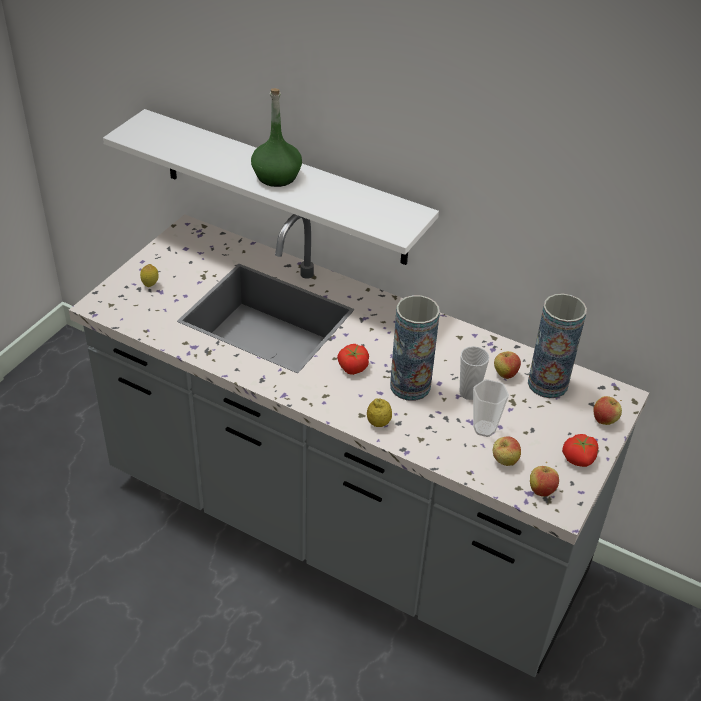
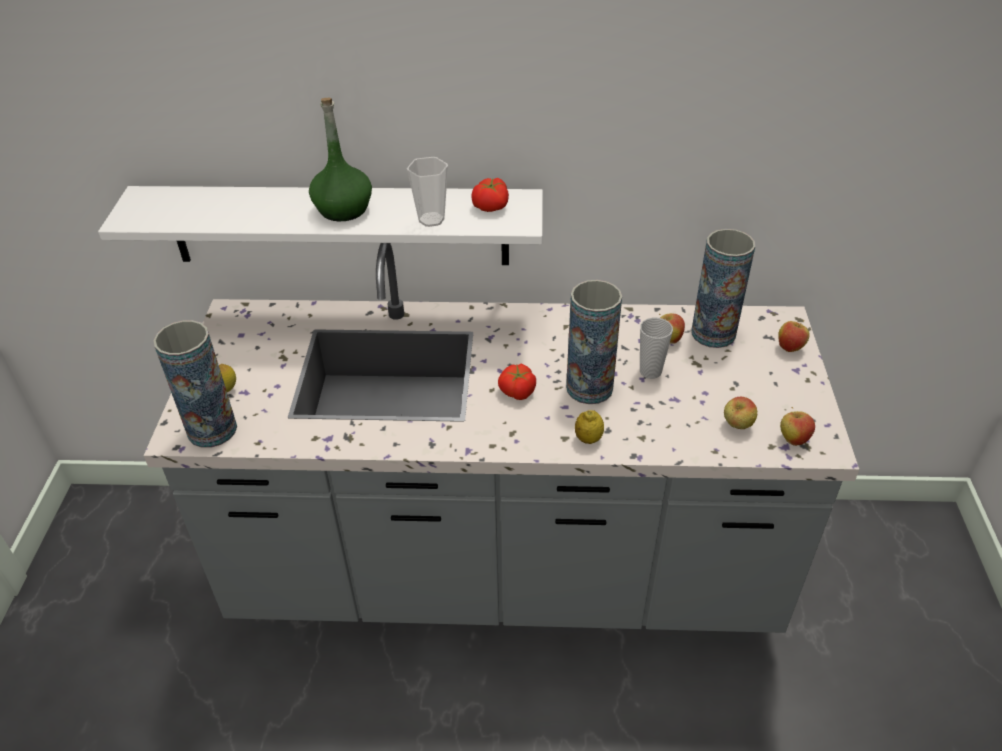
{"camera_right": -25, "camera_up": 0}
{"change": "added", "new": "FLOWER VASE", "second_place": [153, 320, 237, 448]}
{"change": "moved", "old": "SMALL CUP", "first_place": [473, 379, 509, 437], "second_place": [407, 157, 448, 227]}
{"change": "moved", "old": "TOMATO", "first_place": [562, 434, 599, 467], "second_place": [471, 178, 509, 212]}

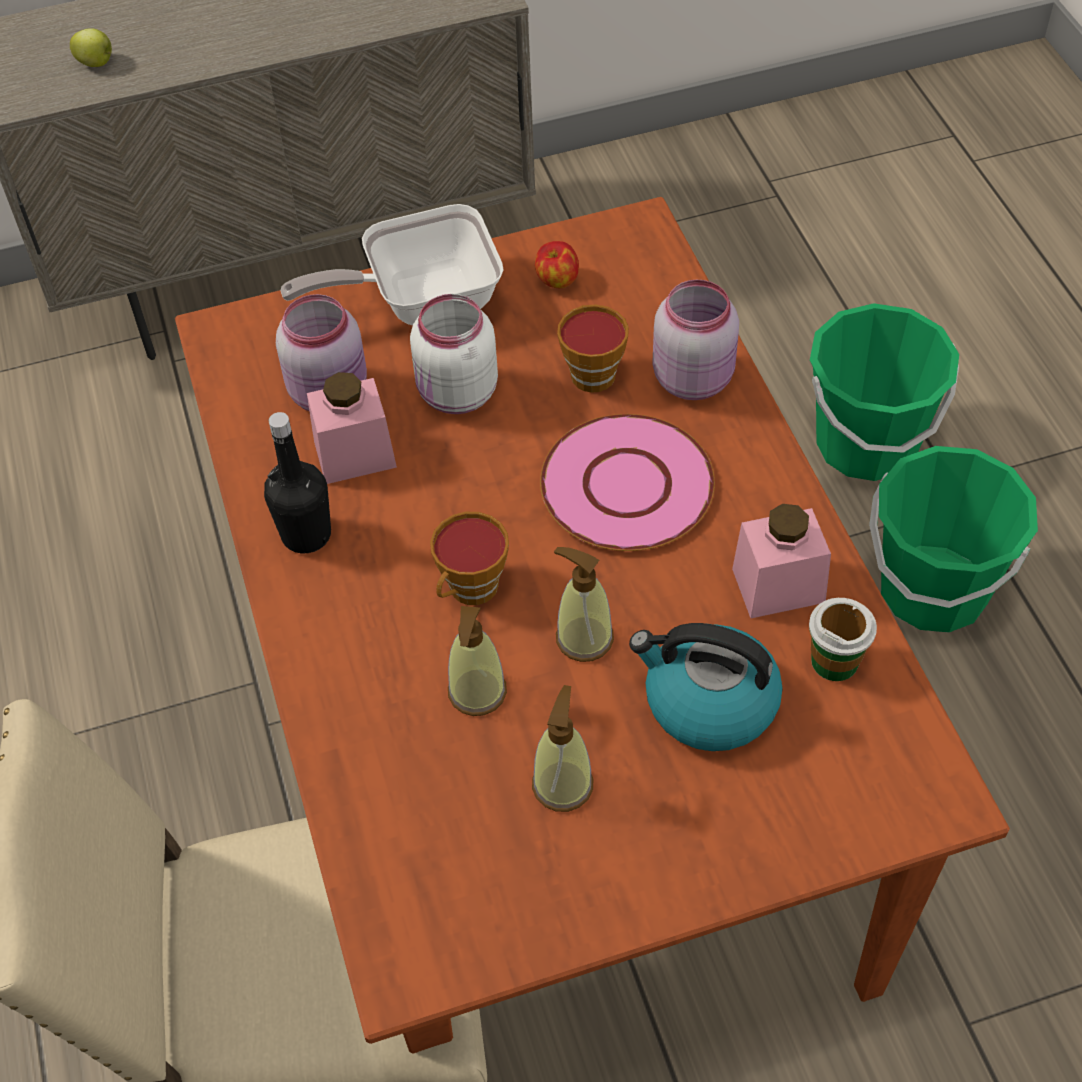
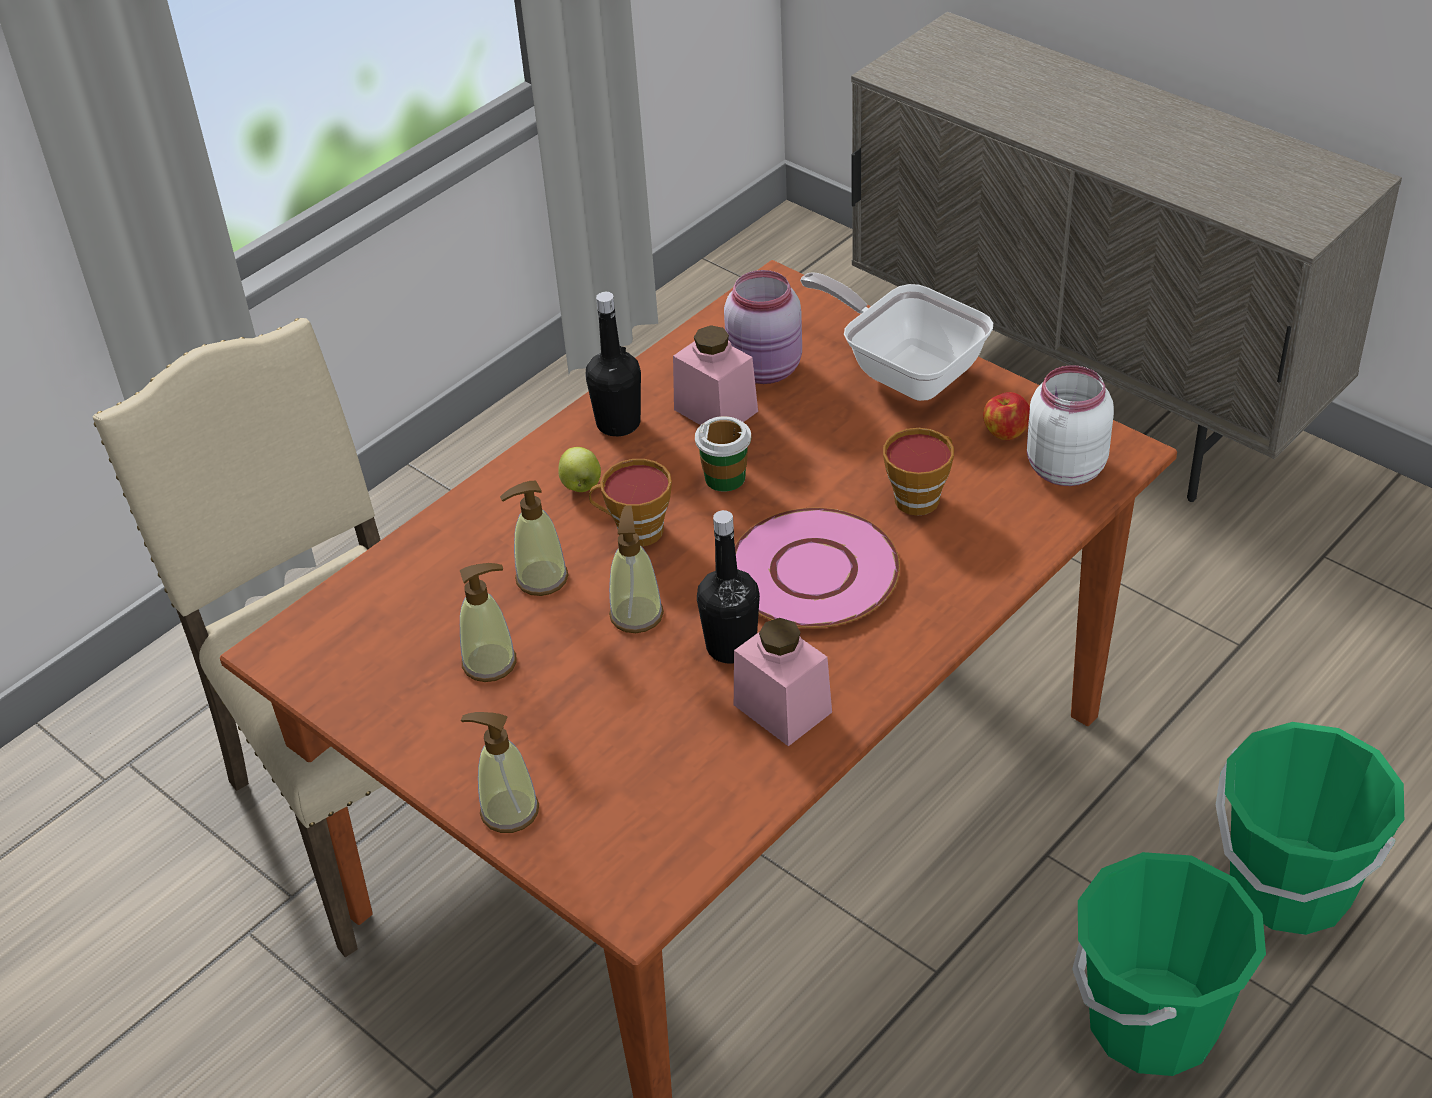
{"camera_right": 60, "camera_up": -10}
{"change": "added", "new": "LIQUID SOAP BOTTLE", "second_place": [461, 712, 539, 833]}
{"change": "moved", "old": "APPLE", "first_place": [70, 28, 112, 67], "second_place": [558, 447, 601, 492]}
{"change": "moved", "old": "SMALL CUP", "first_place": [809, 598, 877, 681], "second_place": [695, 416, 751, 492]}
{"change": "added", "new": "BLACK DRINK BOTTLE", "second_place": [697, 510, 760, 664]}
{"change": "moved", "old": "WHITISH PRESERVE JAR", "first_place": [410, 294, 498, 414], "second_place": [1027, 365, 1114, 486]}
{"change": "removed", "old": "TEA KETTLE", "first_place": [629, 623, 782, 751]}
{"change": "removed", "old": "PINK-COLOURED PRESERVE JAR", "first_place": [652, 280, 739, 400]}

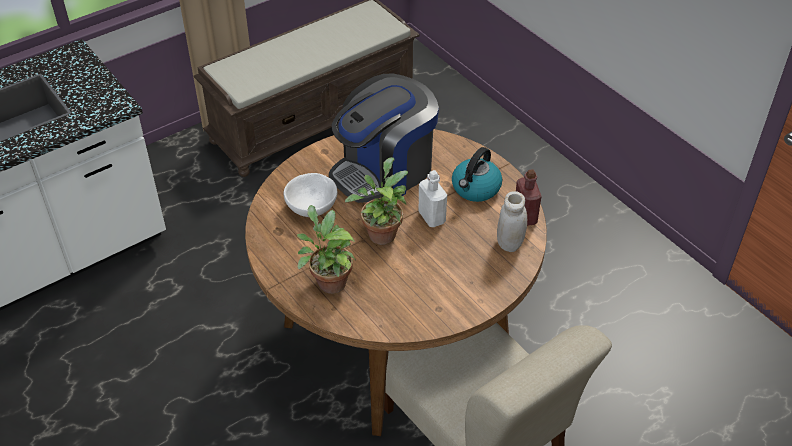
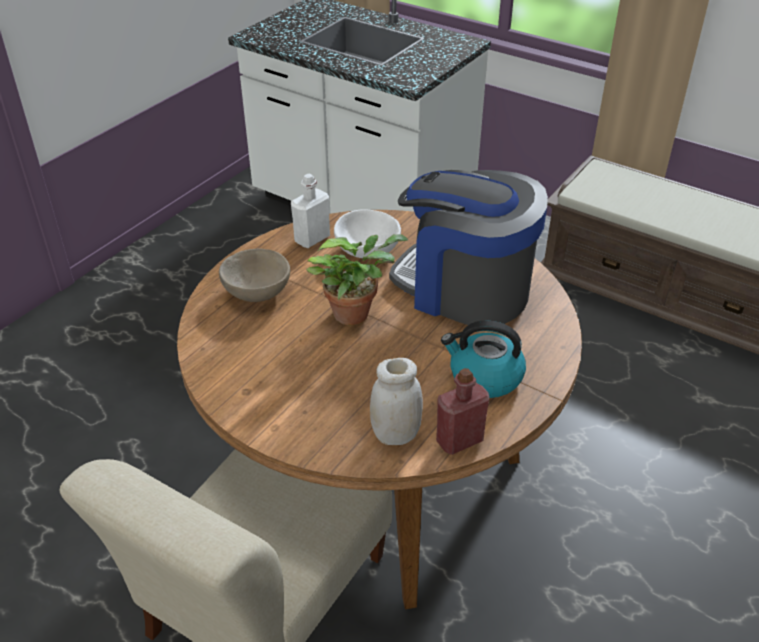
{"camera_right": 70, "camera_up": -5}
{"change": "replaced", "old": "PLANT IN A POT", "new": "BEIGE-COLOURED SERVING BOWL", "first_place": [297, 205, 356, 294], "second_place": [219, 248, 290, 302]}
{"change": "moved", "old": "WHITISH DRINK BOTTLE", "first_place": [418, 170, 447, 227], "second_place": [291, 174, 330, 248]}

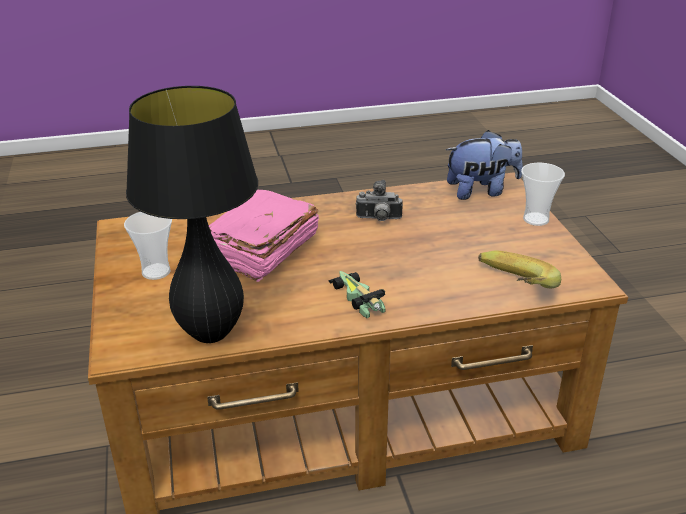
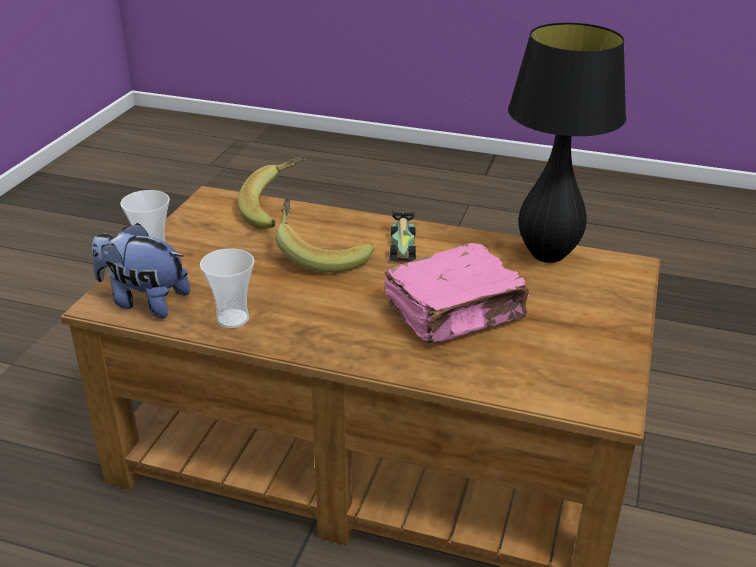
{"camera_right": -150, "camera_up": 0}
{"change": "moved", "old": "SMALL CUP", "first_place": [124, 212, 172, 280], "second_place": [200, 248, 255, 328]}
{"change": "added", "new": "WHOLE BANANA", "second_place": [275, 198, 374, 273]}
{"change": "removed", "old": "PHOTO CAMERA", "first_place": [356, 180, 403, 221]}

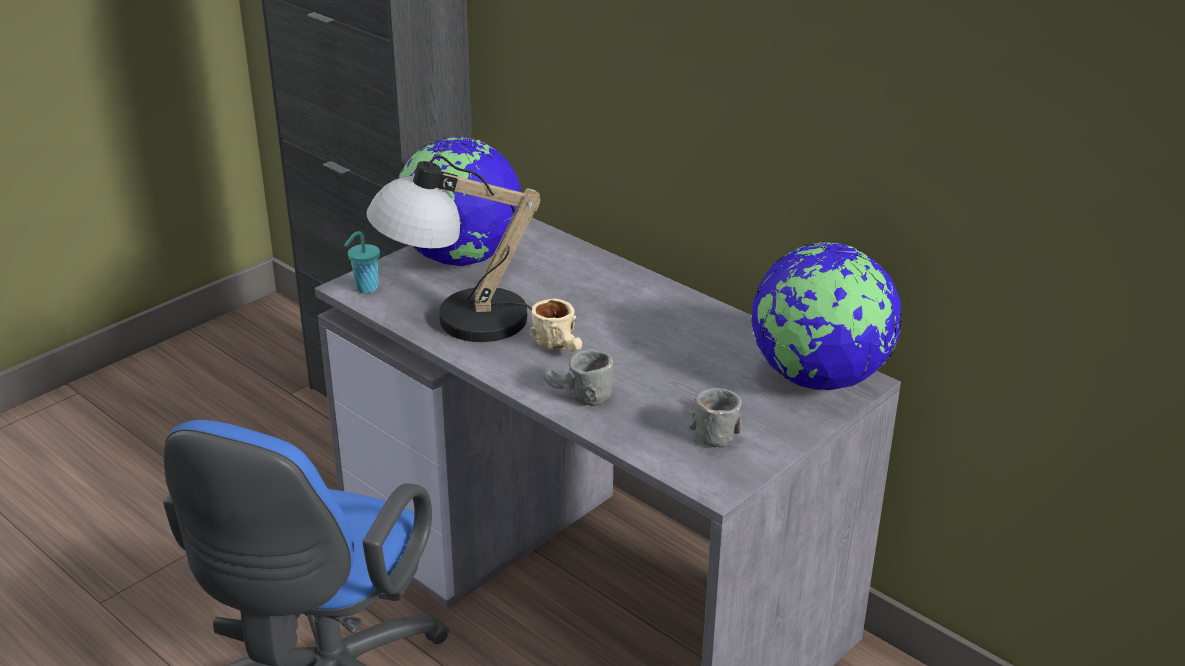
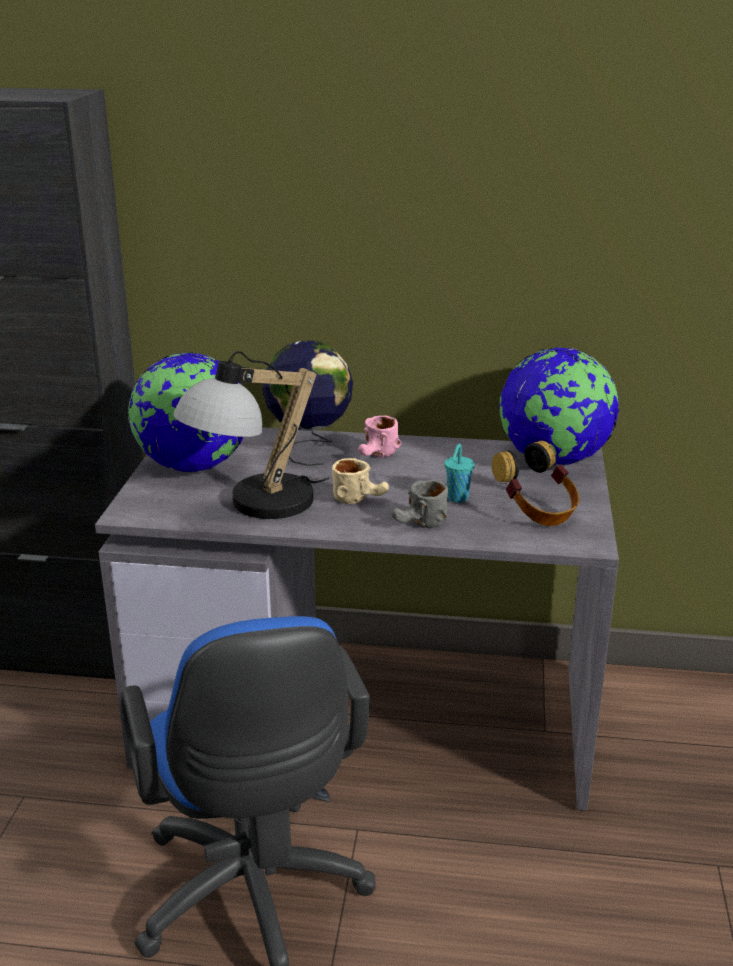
{"camera_right": -35, "camera_up": -5}
{"change": "added", "new": "GLOBE", "second_place": [262, 341, 353, 466]}
{"change": "added", "new": "PINK-COLOURED MUG", "second_place": [358, 415, 402, 458]}
{"change": "moved", "old": "BLUE-GREEN SMALL CUP", "first_place": [344, 231, 380, 293], "second_place": [444, 444, 475, 503]}
{"change": "replaced", "old": "GRAY MUG", "new": "HEADPHONES", "first_place": [690, 388, 742, 447], "second_place": [492, 441, 579, 526]}

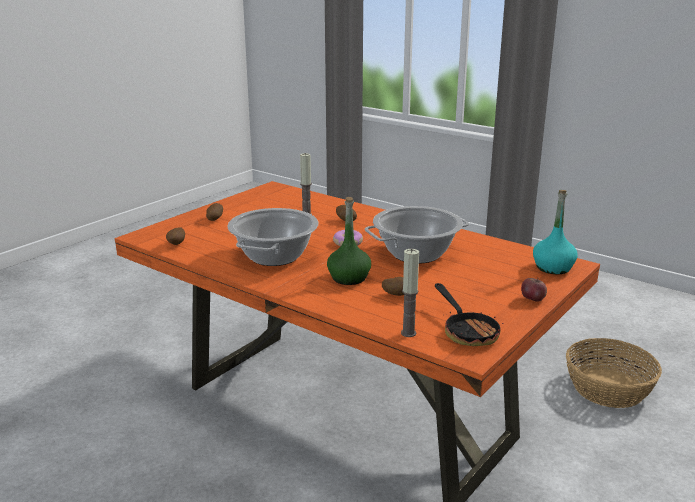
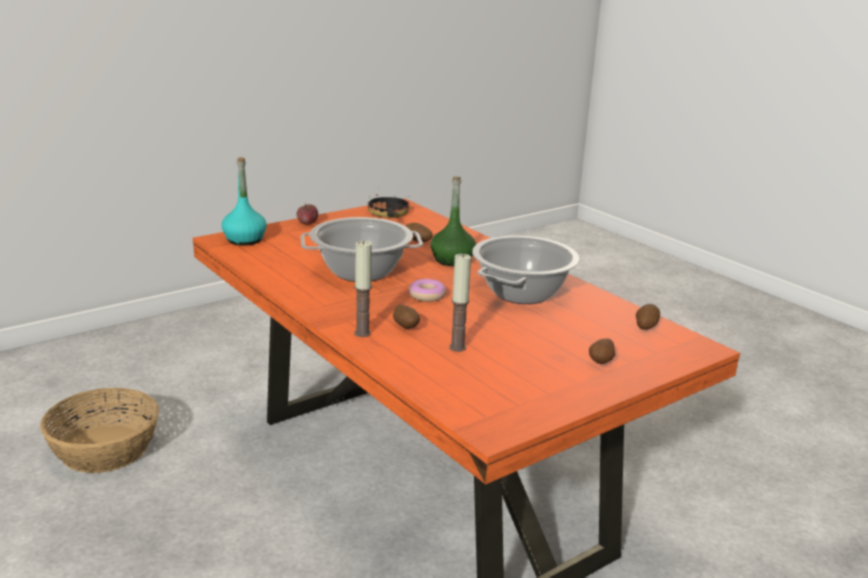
{"camera_right": -165, "camera_up": 0}
{"change": "moved", "old": "WAX CANDLE", "first_place": [401, 249, 419, 337], "second_place": [354, 240, 372, 337]}

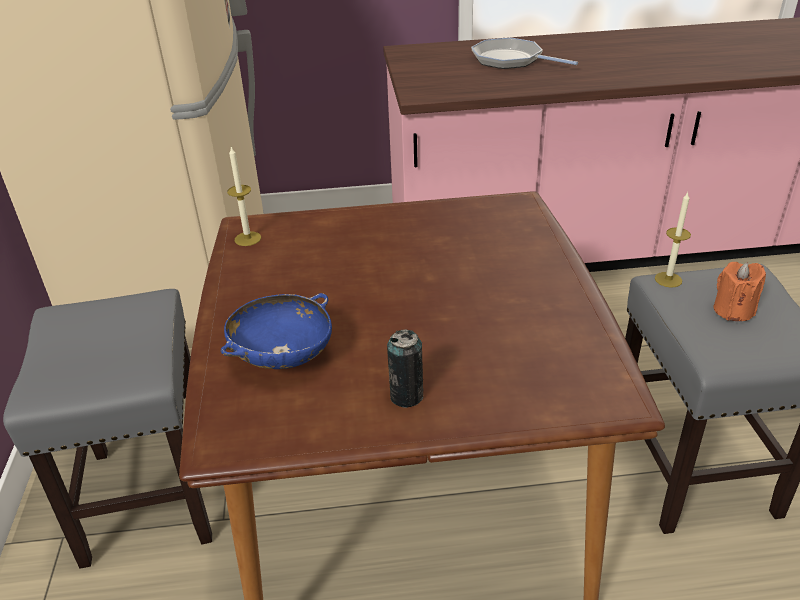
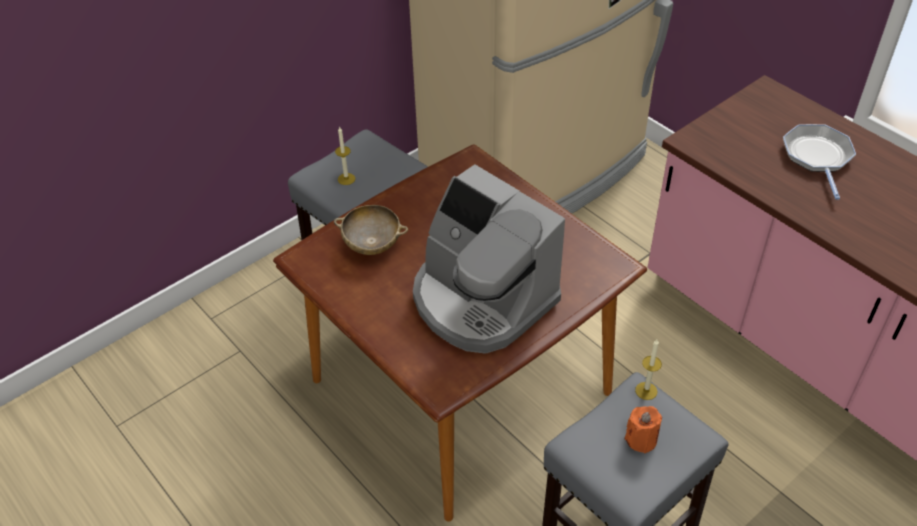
{"camera_right": 55, "camera_up": 10}
{"change": "recoloured", "old": "BLUISH SERVING BOWL", "new": "BEIGE-COLOURED SERVING BOWL", "first_place": [221, 293, 332, 369], "second_place": [334, 205, 408, 255]}
{"change": "moved", "old": "WAX CANDLE", "first_place": [227, 147, 261, 246], "second_place": [335, 126, 355, 185]}
{"change": "added", "new": "COFFEE BREWER", "second_place": [413, 164, 565, 354]}
{"change": "removed", "old": "SEALED CAN", "first_place": [387, 329, 424, 408]}

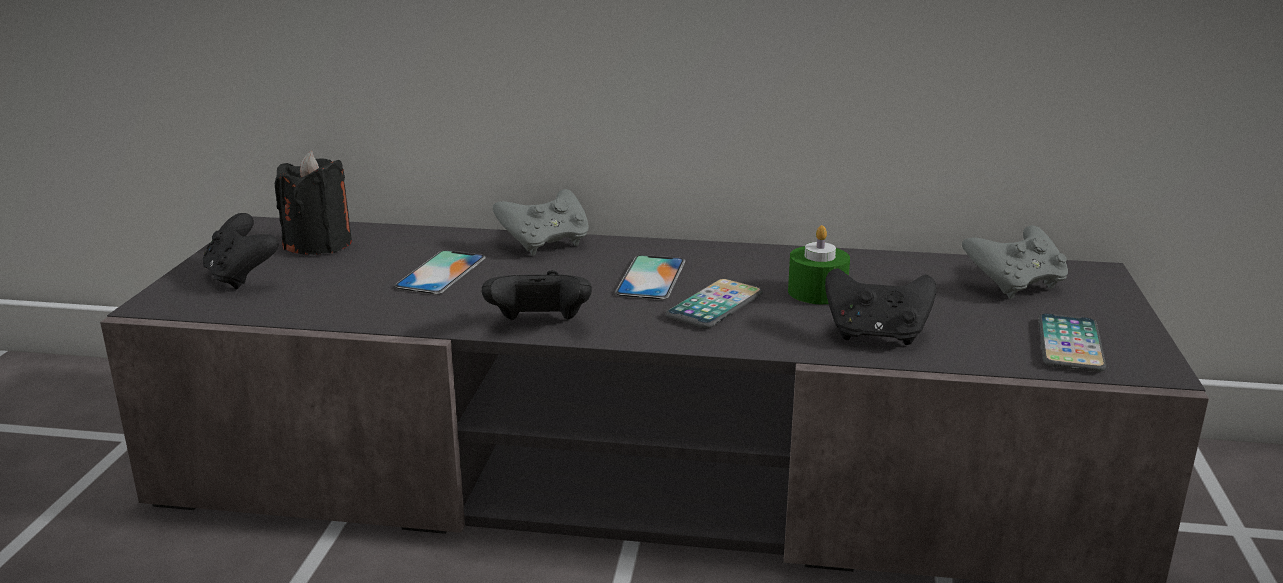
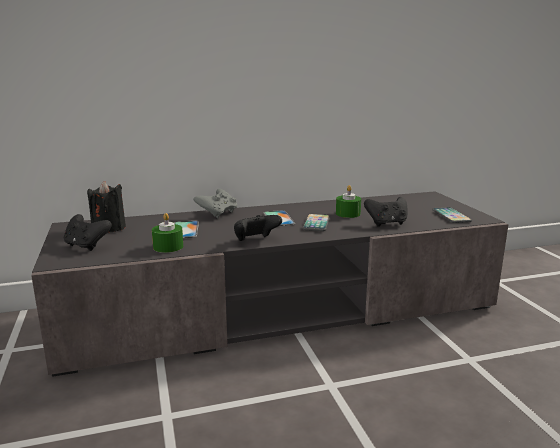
{"camera_right": -25, "camera_up": -5}
{"change": "added", "new": "GREEN-COLOURED WAX CANDLE", "second_place": [152, 213, 183, 253]}
{"change": "removed", "old": "GRAY GAME CONTROLLER", "first_place": [962, 225, 1068, 299]}

